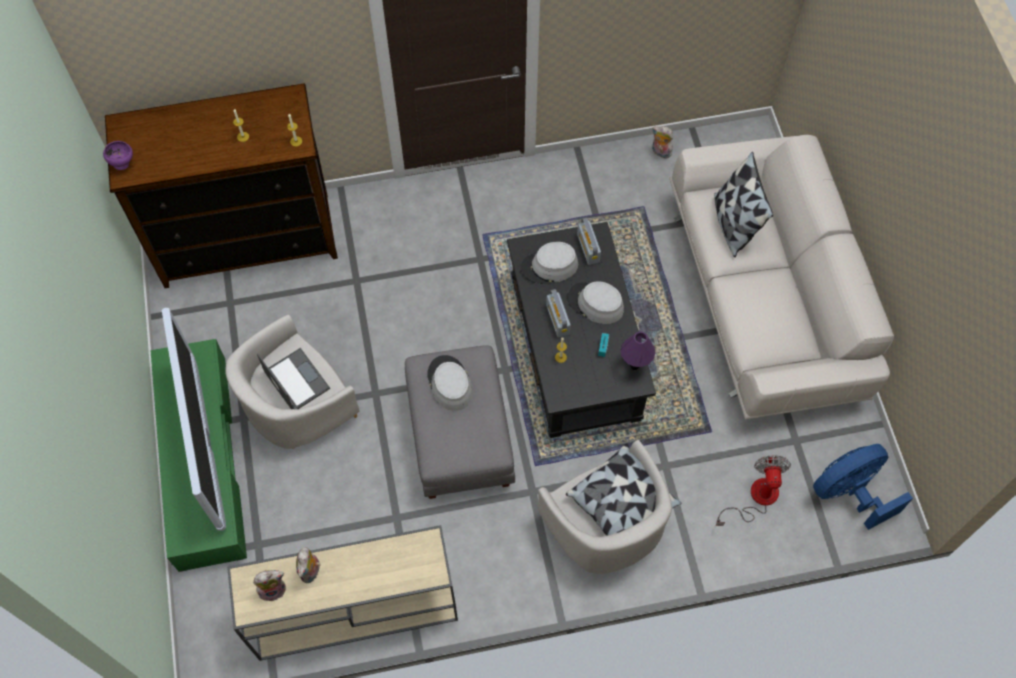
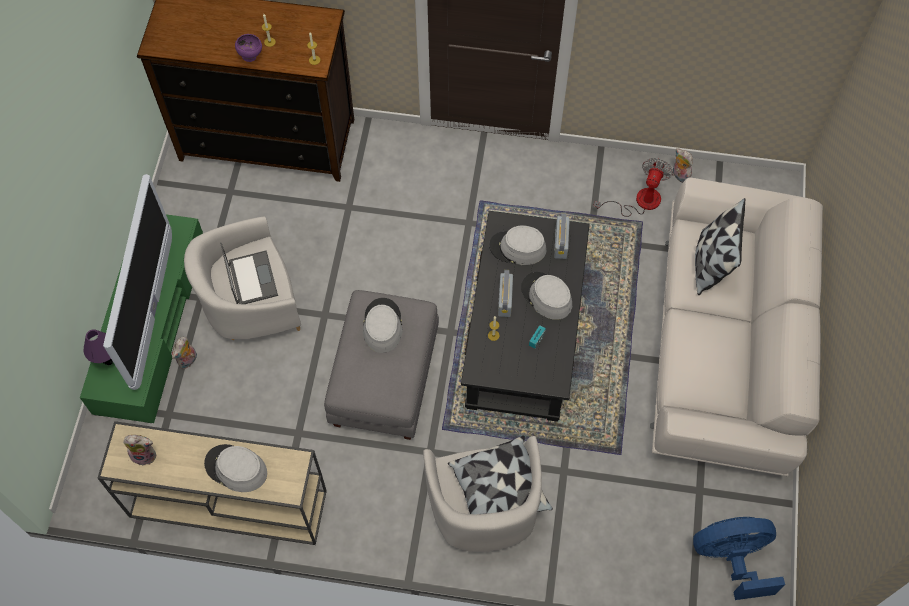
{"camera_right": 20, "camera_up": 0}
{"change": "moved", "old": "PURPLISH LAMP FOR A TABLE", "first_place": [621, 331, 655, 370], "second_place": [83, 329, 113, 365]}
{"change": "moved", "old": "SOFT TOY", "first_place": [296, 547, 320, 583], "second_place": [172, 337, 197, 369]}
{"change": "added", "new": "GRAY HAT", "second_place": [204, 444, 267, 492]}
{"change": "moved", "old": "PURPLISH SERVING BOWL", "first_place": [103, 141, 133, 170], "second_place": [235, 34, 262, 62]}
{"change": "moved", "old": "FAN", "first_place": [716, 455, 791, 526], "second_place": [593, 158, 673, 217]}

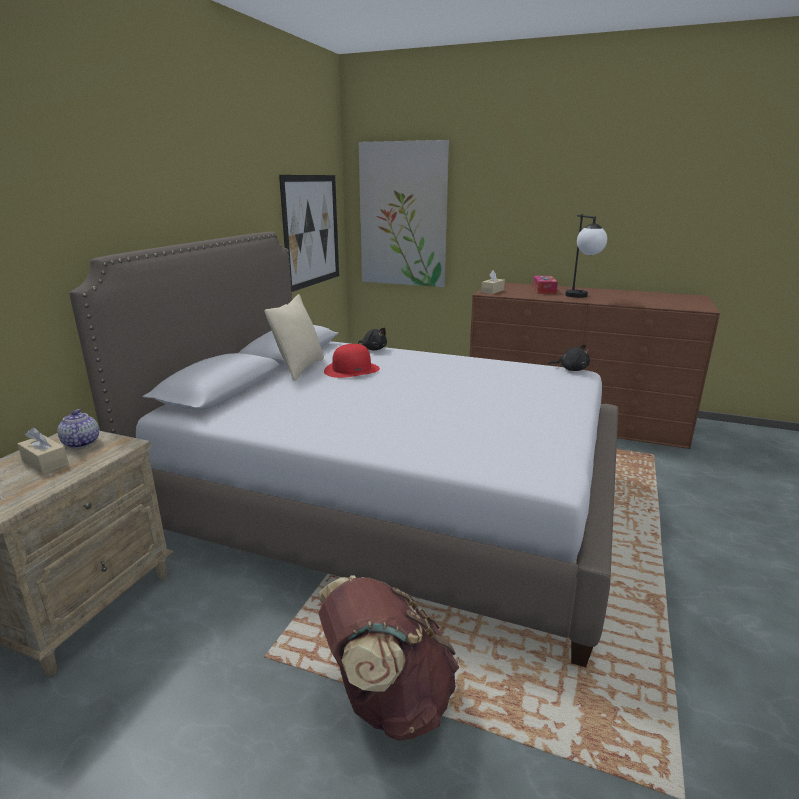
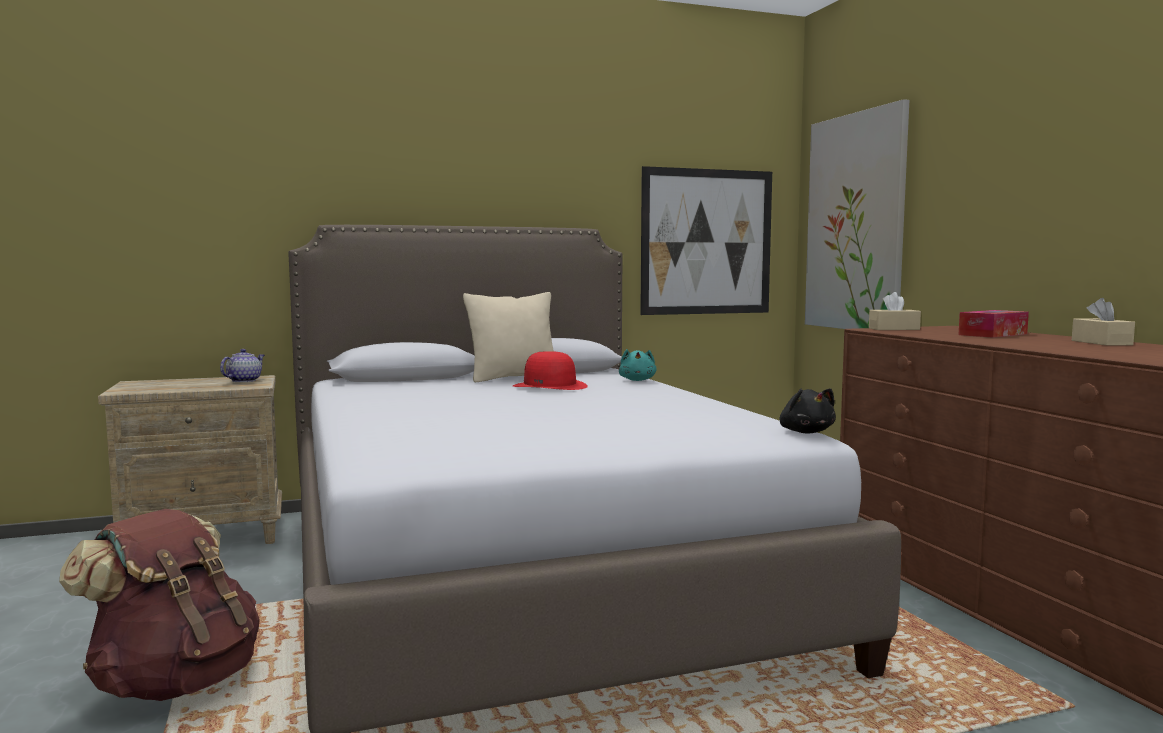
{"camera_right": 50, "camera_up": -15}
{"change": "recoloured", "old": "BLACK SOFT TOY", "new": "BLUE-GREEN SOFT TOY", "first_place": [358, 328, 387, 350], "second_place": [619, 349, 657, 381]}
{"change": "moved", "old": "BEIGE-COLOURED TISSUE HOLDER", "first_place": [18, 428, 69, 474], "second_place": [1072, 298, 1135, 346]}
{"change": "removed", "old": "LAMP FOR A TABLE", "first_place": [565, 214, 607, 298]}

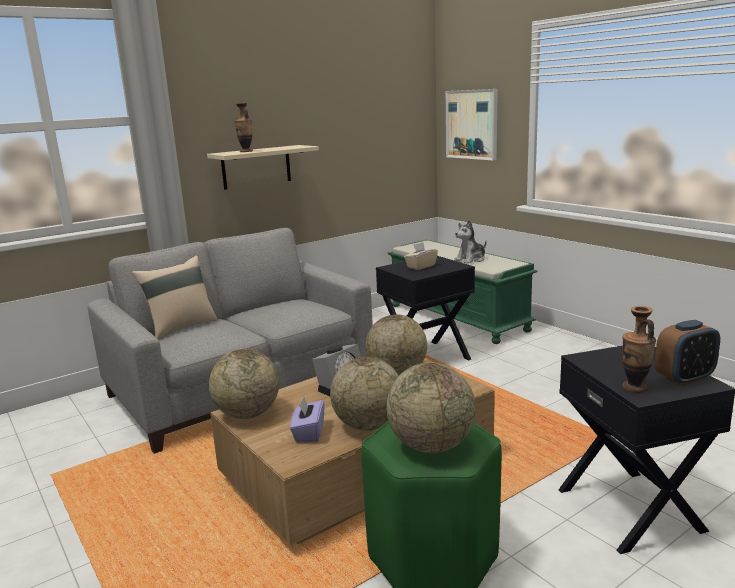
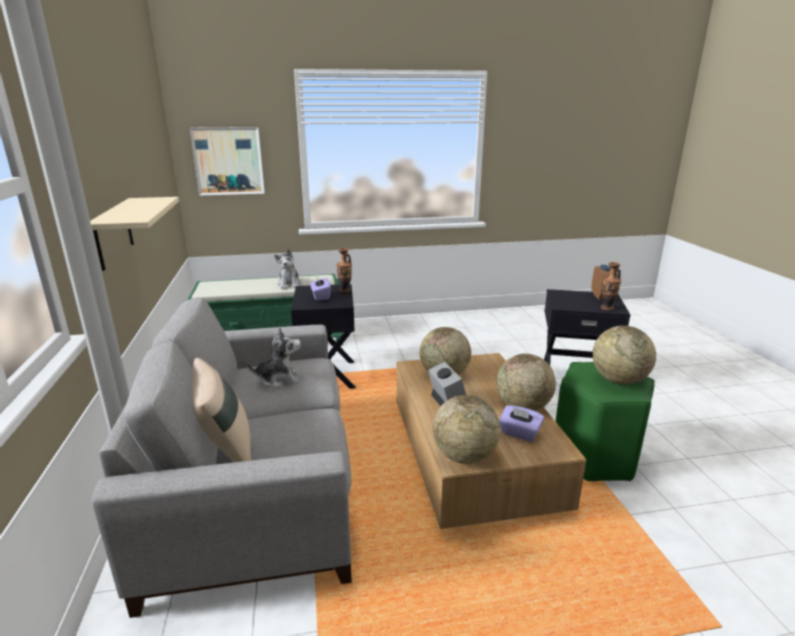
{"camera_right": -65, "camera_up": 5}
{"change": "added", "new": "SOFT TOY", "second_place": [247, 327, 301, 388]}
{"change": "recoloured", "old": "BEIGE-COLOURED TISSUE HOLDER", "new": "PURPLISH TISSUE HOLDER", "first_place": [404, 242, 438, 270], "second_place": [310, 274, 331, 301]}
{"change": "moved", "old": "FLOWER VASE", "first_place": [235, 103, 253, 152], "second_place": [336, 248, 352, 292]}

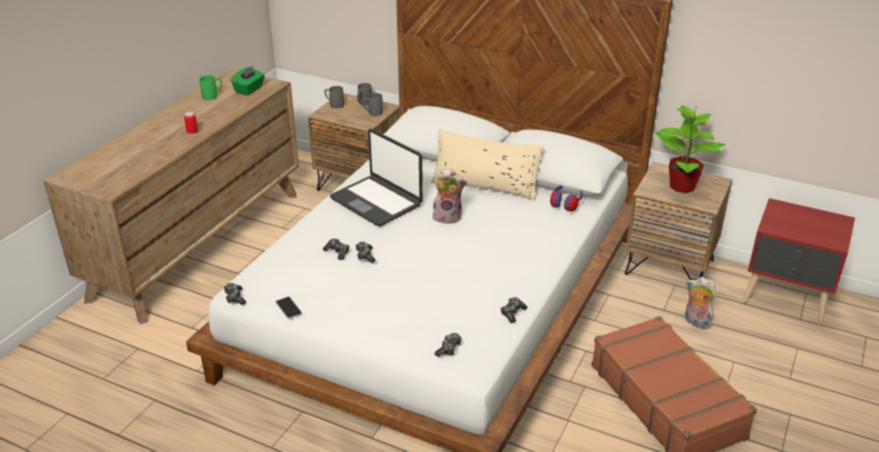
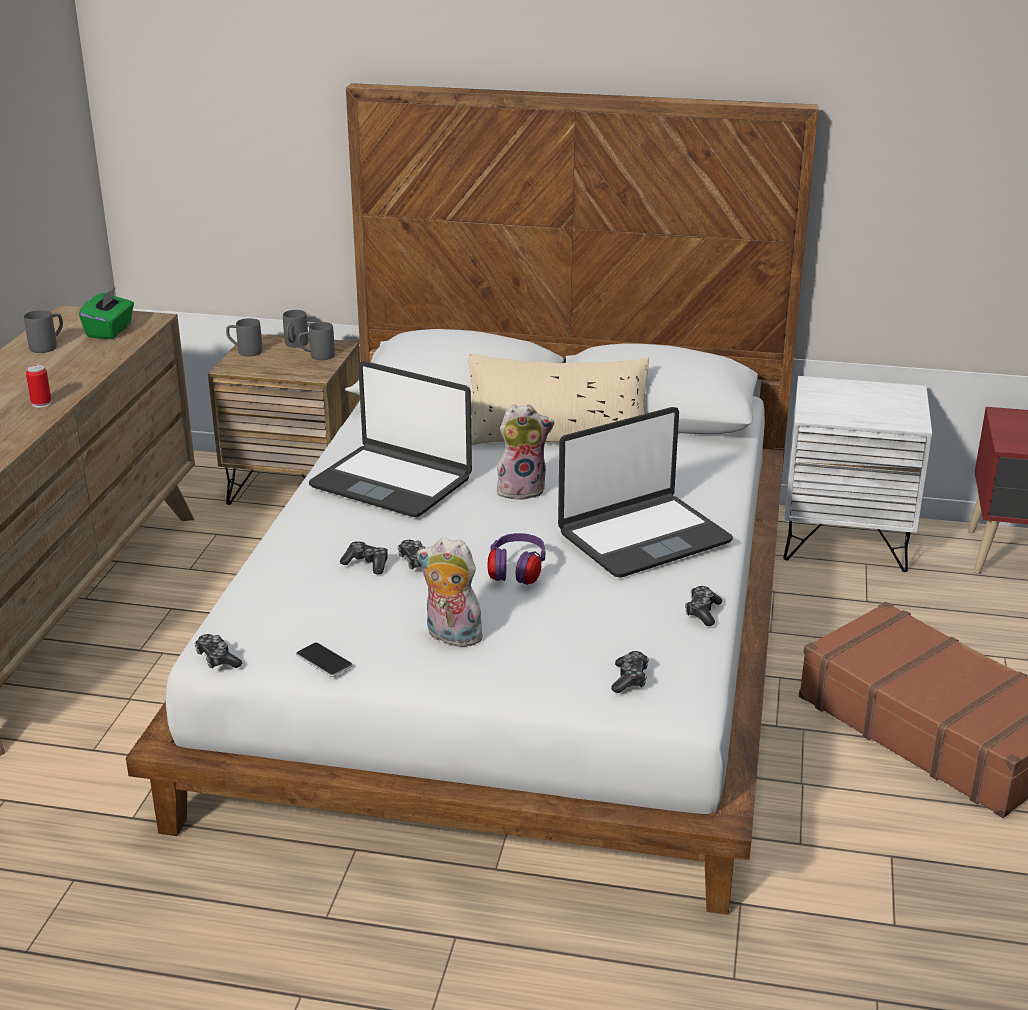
{"camera_right": -15, "camera_up": -5}
{"change": "recoloured", "old": "GREEN-COLOURED MUG", "new": "GRAY MUG", "first_place": [199, 75, 222, 100], "second_place": [24, 310, 63, 353]}
{"change": "moved", "old": "SOFT TOY", "first_place": [685, 277, 716, 329], "second_place": [417, 537, 483, 649]}
{"change": "moved", "old": "PURPLISH HEADPHONES", "first_place": [550, 185, 582, 212], "second_place": [488, 533, 545, 585]}
{"change": "added", "new": "NOTEBOOK COMPUTER", "second_place": [558, 407, 733, 577]}
{"change": "recoloured", "old": "BROWN NIGHTSTAND", "new": "WHITISH NIGHTSTAND", "first_place": [625, 162, 732, 280], "second_place": [784, 376, 932, 572]}
{"change": "removed", "old": "PLANT IN A POT", "first_place": [656, 105, 726, 193]}

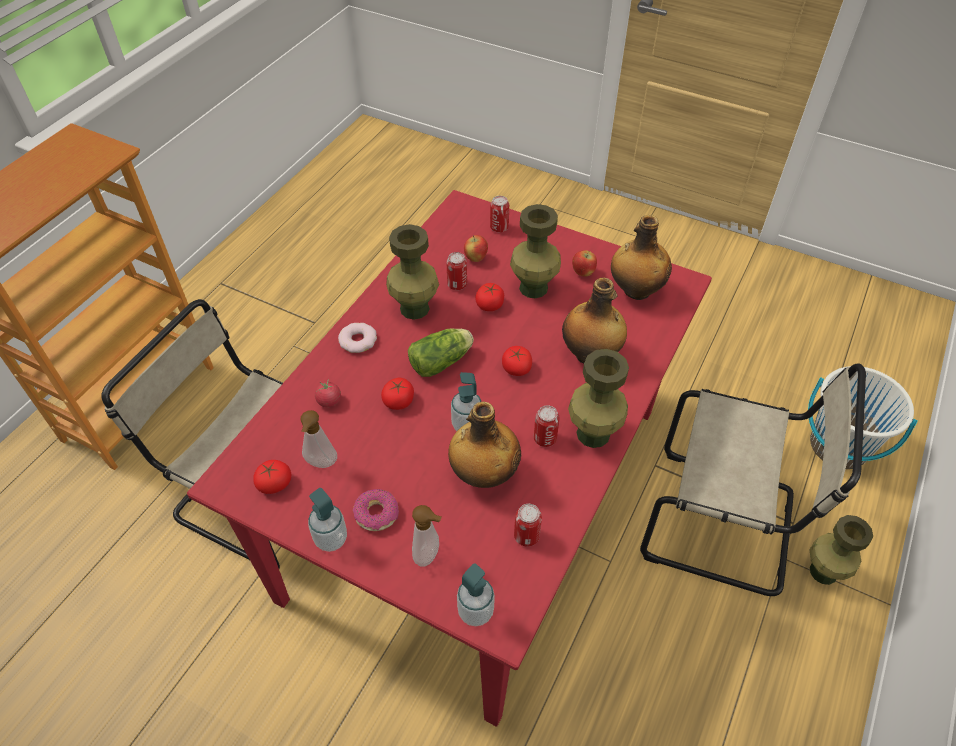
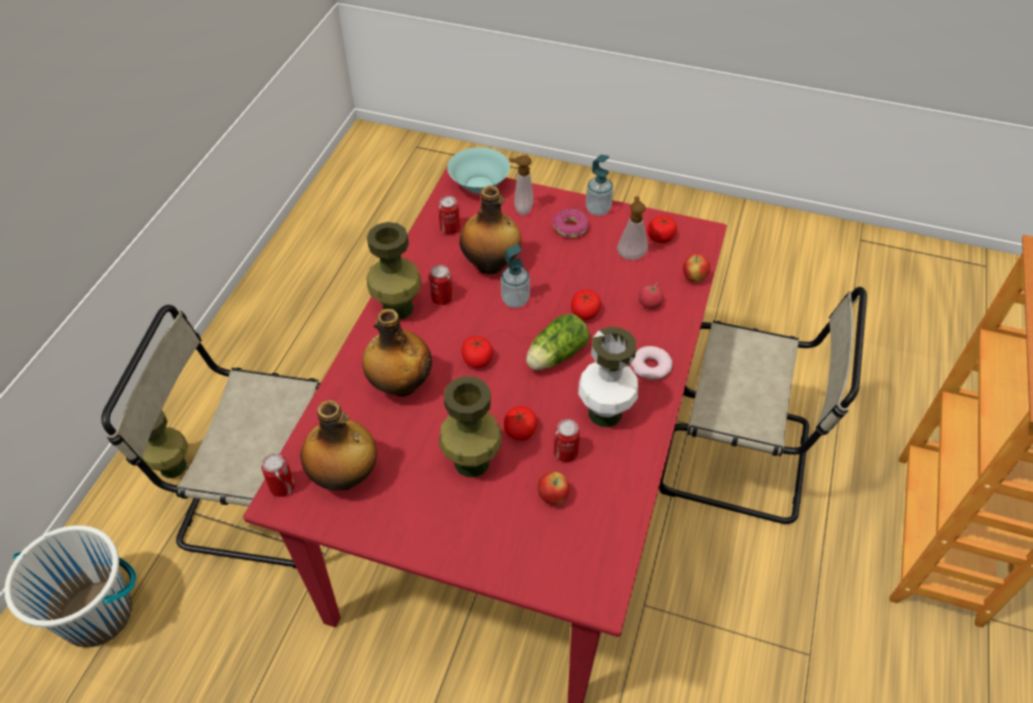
{"camera_right": 170, "camera_up": 0}
{"change": "moved", "old": "SEALED CAN", "first_place": [490, 196, 509, 232], "second_place": [262, 453, 295, 497]}
{"change": "replaced", "old": "LIQUID SOAP BOTTLE", "new": "BLUE-GREEN SERVING BOWL", "first_place": [457, 563, 495, 626], "second_place": [447, 147, 510, 194]}
{"change": "recoloured", "old": "GREEN-COLOURED FLOWER VASE", "new": "WHITISH FLOWER VASE", "first_place": [386, 224, 439, 320], "second_place": [578, 327, 638, 427]}
{"change": "moved", "old": "APPLE", "first_place": [572, 250, 597, 277], "second_place": [683, 254, 710, 283]}

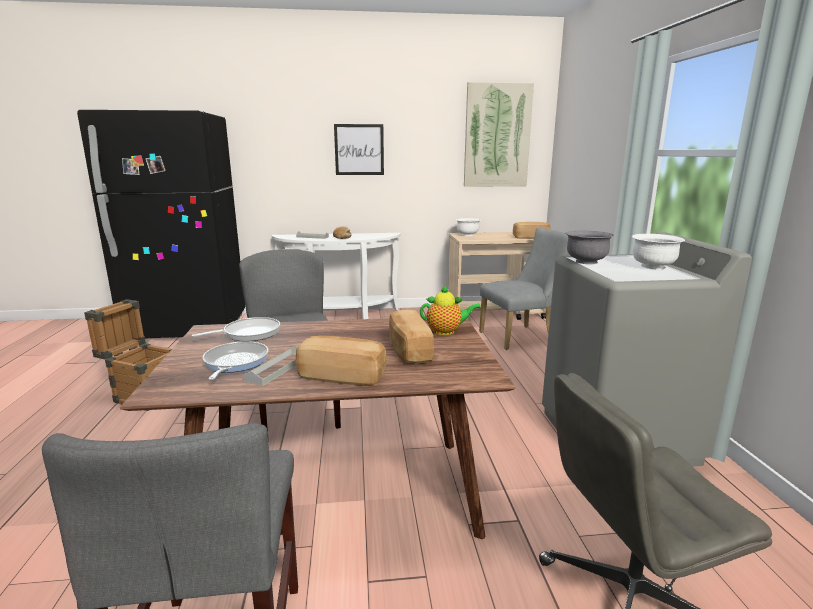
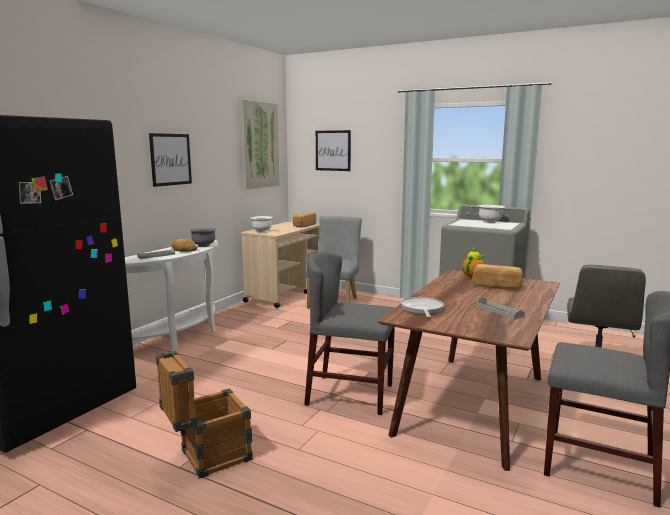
{"camera_right": -55, "camera_up": -5}
{"change": "moved", "old": "GRAY SERVING BOWL", "first_place": [565, 231, 614, 264], "second_place": [189, 228, 217, 247]}
{"change": "added", "new": "WALL PICTURE", "second_place": [316, 130, 351, 171]}
{"change": "removed", "old": "SKILLET", "first_place": [203, 341, 269, 380]}
{"change": "removed", "old": "BAKERY BREAD", "first_place": [296, 336, 387, 386]}

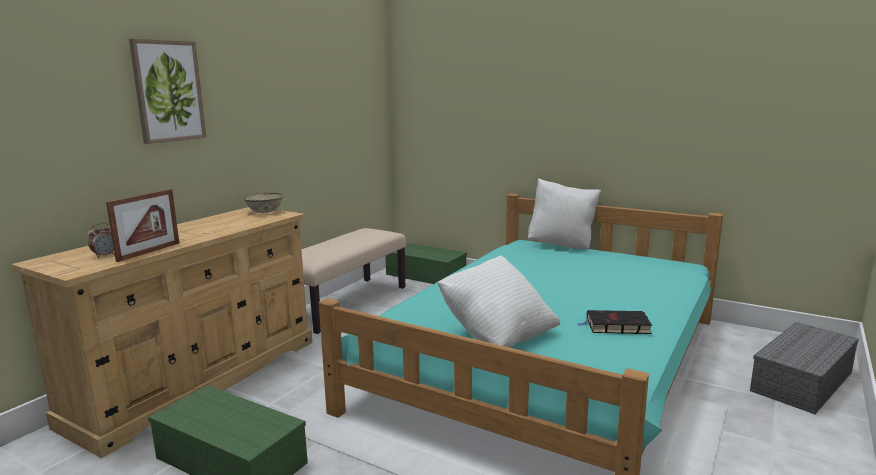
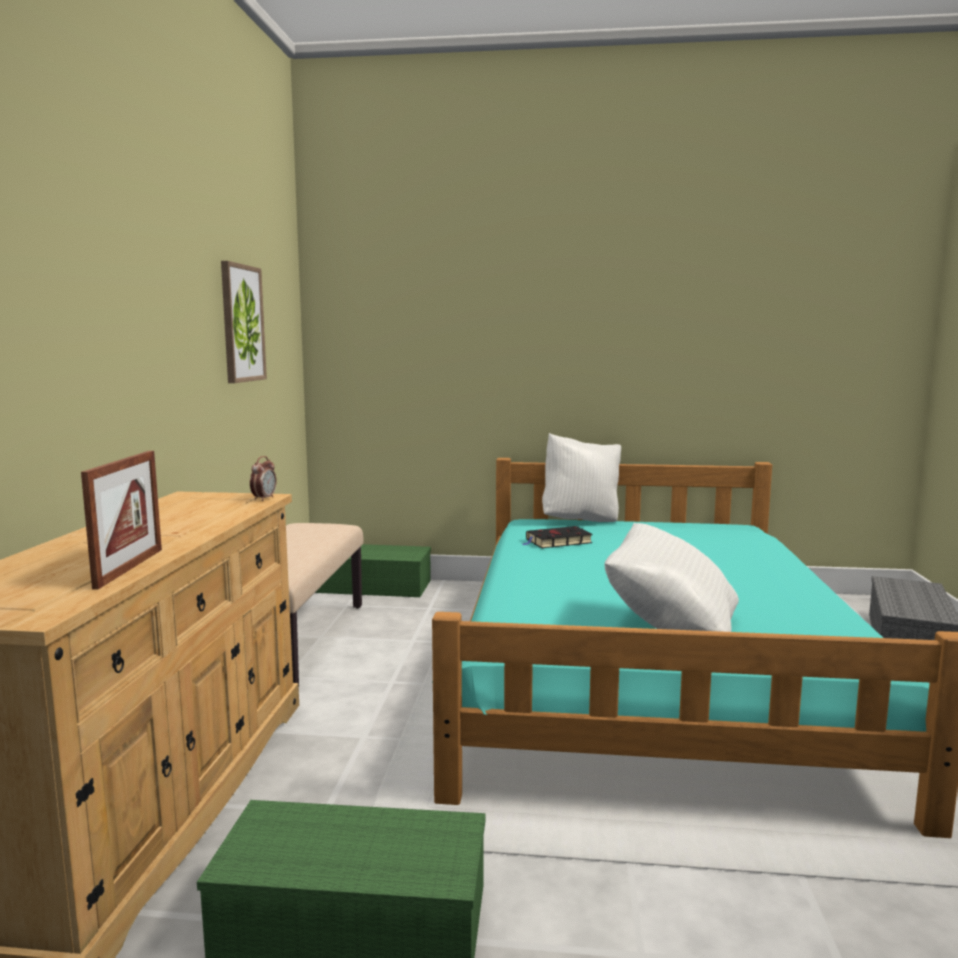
{"camera_right": -25, "camera_up": -5}
{"change": "moved", "old": "WALL PICTURE", "first_place": [129, 39, 206, 144], "second_place": [221, 261, 267, 383]}
{"change": "moved", "old": "BEDSIDE CLOCK", "first_place": [88, 223, 114, 258], "second_place": [250, 456, 277, 501]}
{"change": "moved", "old": "BLACK BOOK", "first_place": [577, 310, 652, 334], "second_place": [523, 526, 593, 548]}
{"change": "removed", "old": "SERVING BOWL", "first_place": [243, 193, 283, 213]}

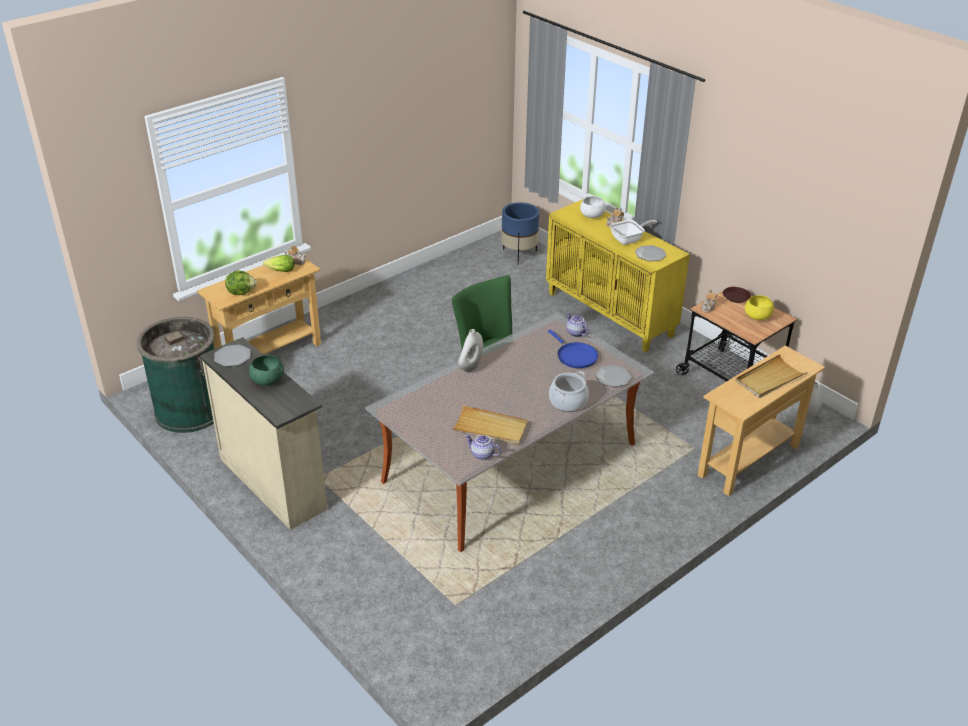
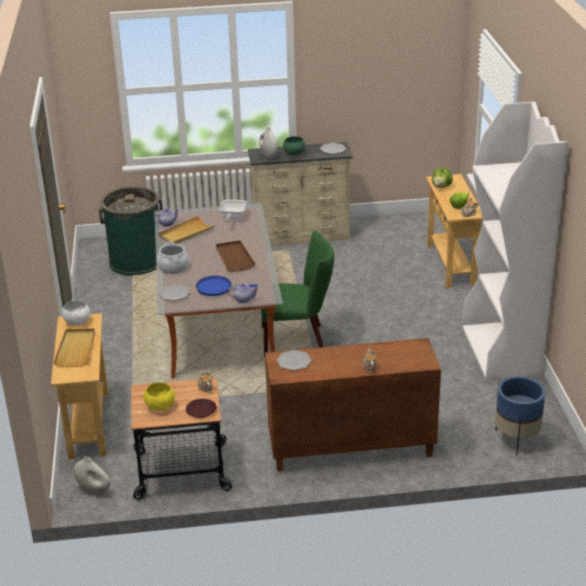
{"camera_right": 125, "camera_up": -5}
{"change": "moved", "old": "WHITISH SERVING BOWL", "first_place": [580, 196, 606, 218], "second_place": [62, 300, 90, 325]}
{"change": "moved", "old": "GREEN-COLOURED RUBBISH BIN", "first_place": [136, 317, 215, 433], "second_place": [99, 186, 163, 276]}
{"change": "added", "new": "BROWN CARRYING TRAY", "second_place": [216, 240, 256, 272]}
{"change": "moved", "old": "SKILLET", "first_place": [610, 220, 657, 245], "second_place": [219, 200, 247, 222]}
{"change": "moved", "old": "WHITISH FLOWER VASE", "first_place": [458, 329, 483, 372], "second_place": [259, 127, 278, 159]}
{"change": "recoloured", "old": "YELLOW CABINET", "new": "BROWN CABINET", "first_place": [546, 199, 690, 352], "second_place": [265, 338, 441, 472]}
{"change": "added", "new": "WHITISH SHELVING UNIT", "second_place": [462, 102, 568, 380]}

